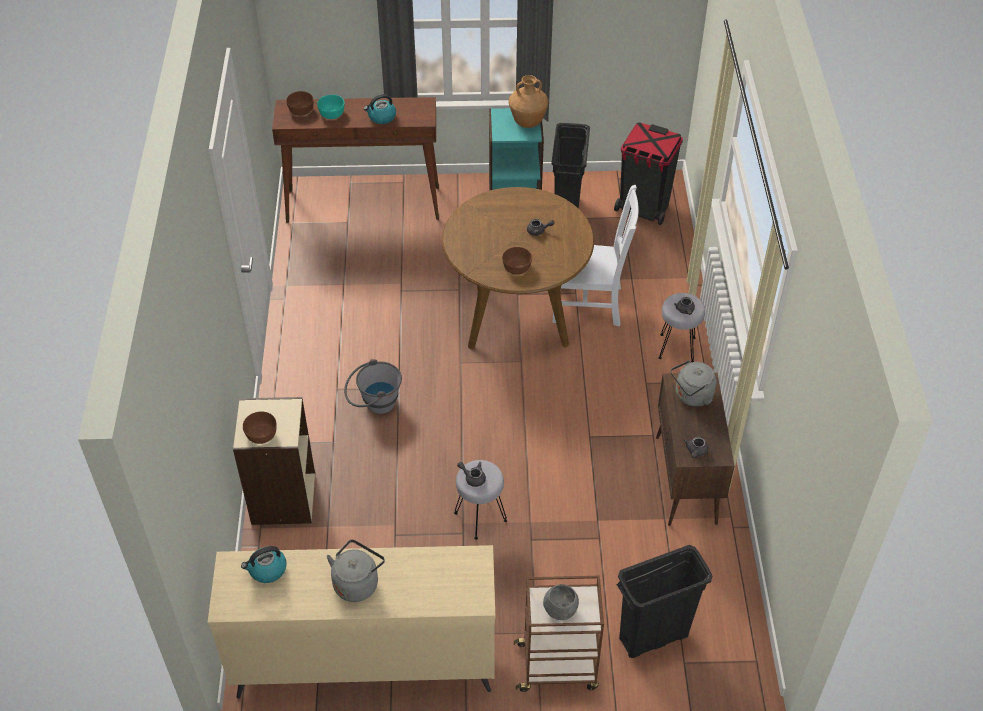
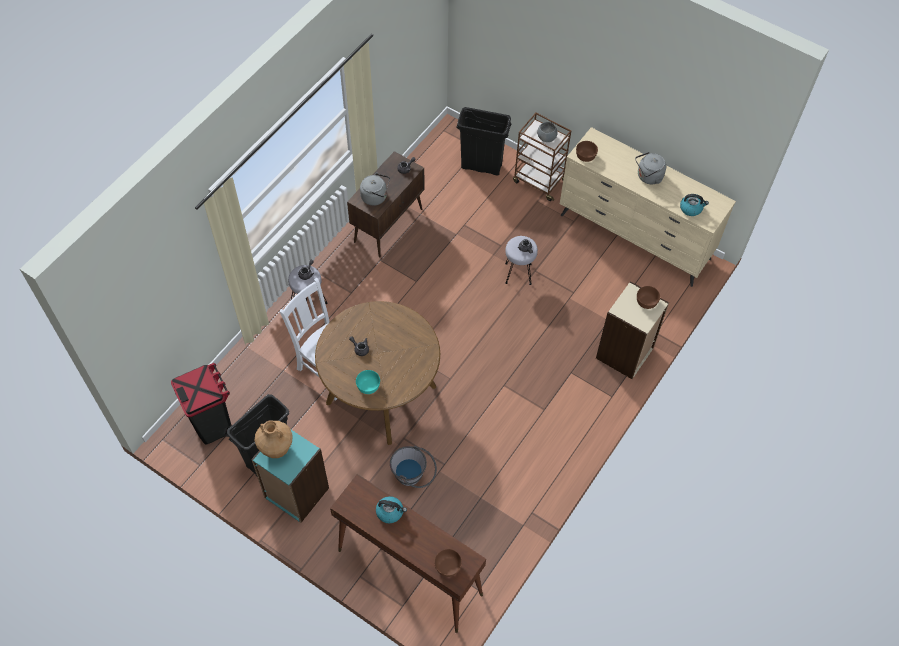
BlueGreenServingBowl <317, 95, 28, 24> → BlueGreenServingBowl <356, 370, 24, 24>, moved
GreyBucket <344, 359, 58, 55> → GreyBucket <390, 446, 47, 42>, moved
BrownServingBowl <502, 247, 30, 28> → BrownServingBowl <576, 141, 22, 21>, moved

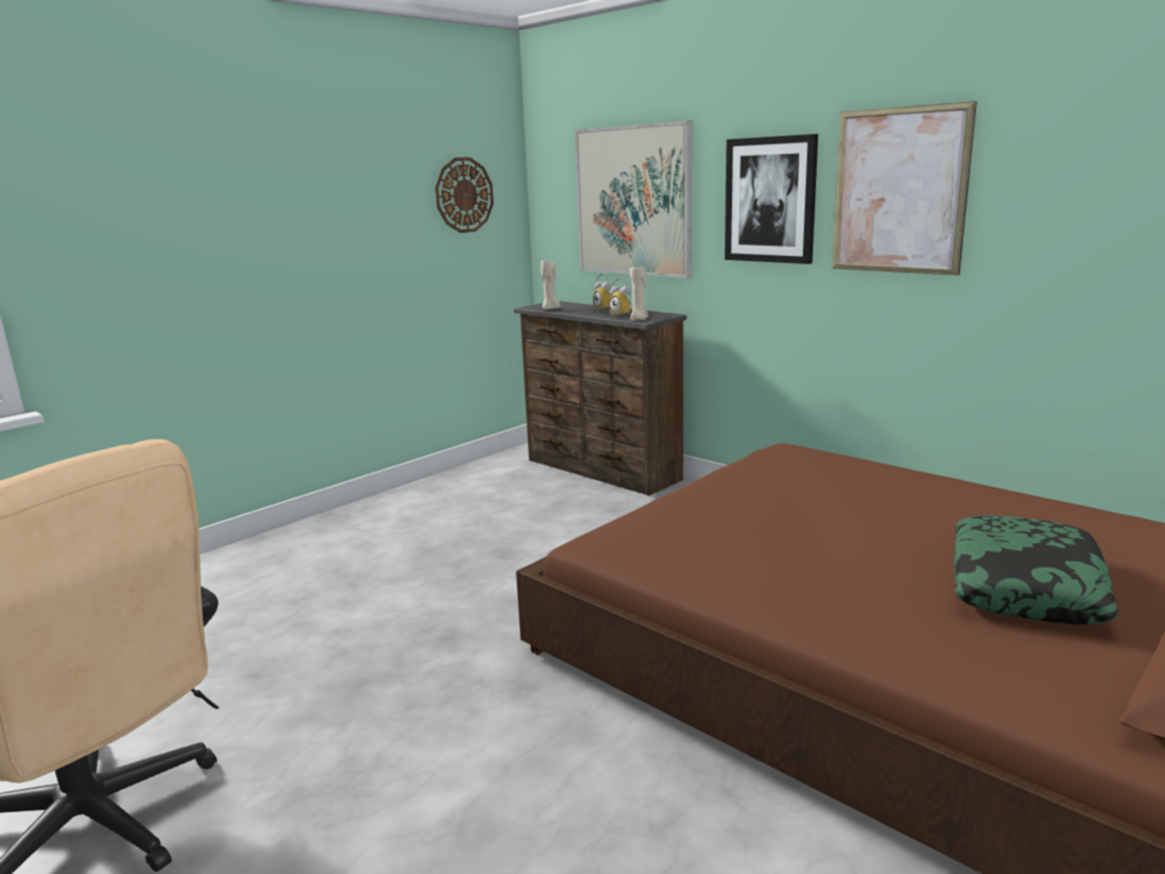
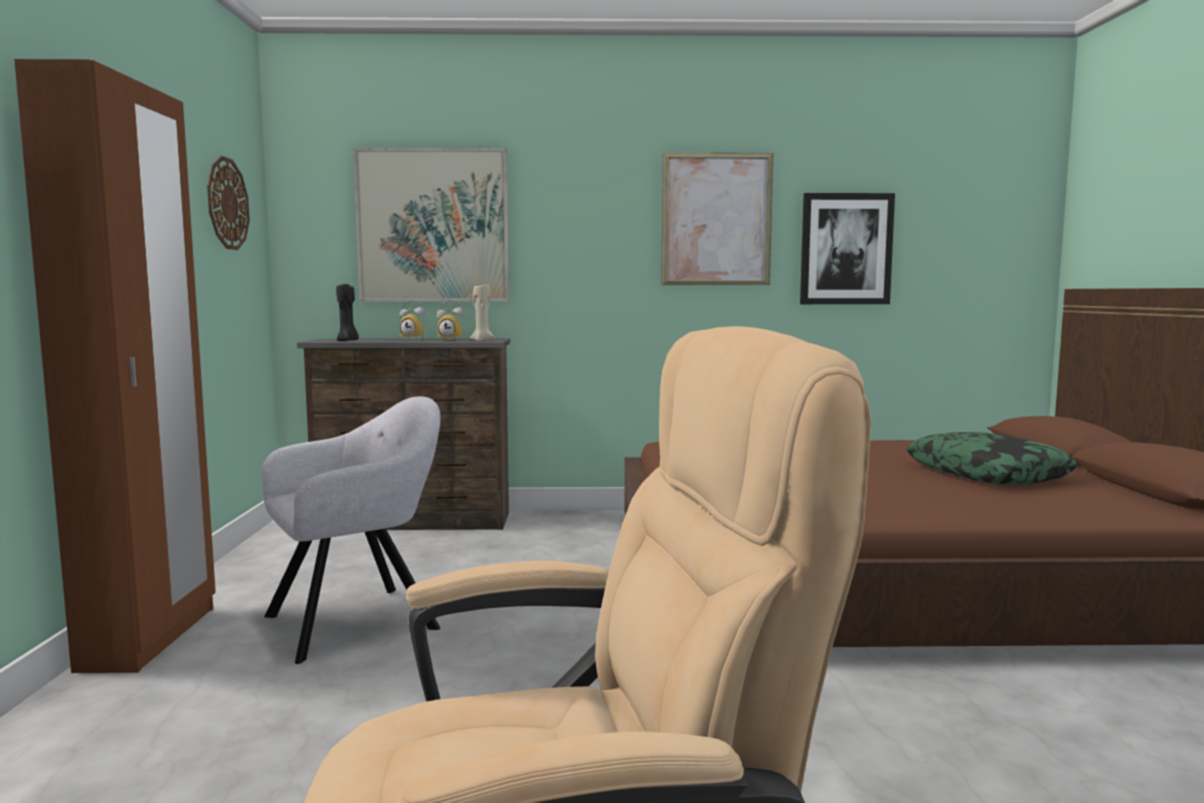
- → BrownArmoire <14, 59, 202, 614>
- → GreyLoungeChair <261, 396, 180, 268>
BeigeWaxCandle <541, 261, 20, 48> → BlackishWaxCandle <336, 284, 23, 57>
Picture <725, 134, 93, 130> → Picture <800, 193, 95, 111>, moved

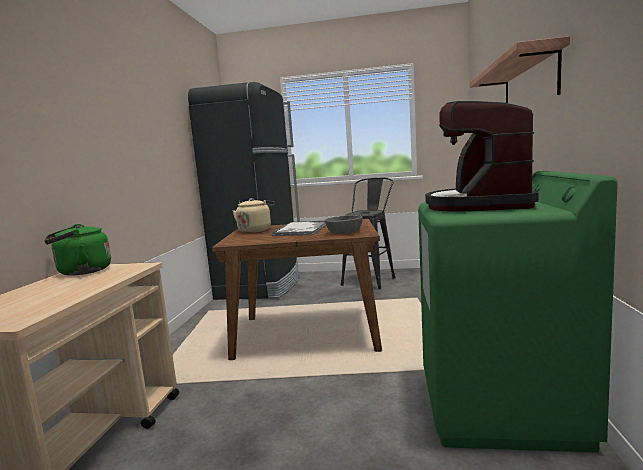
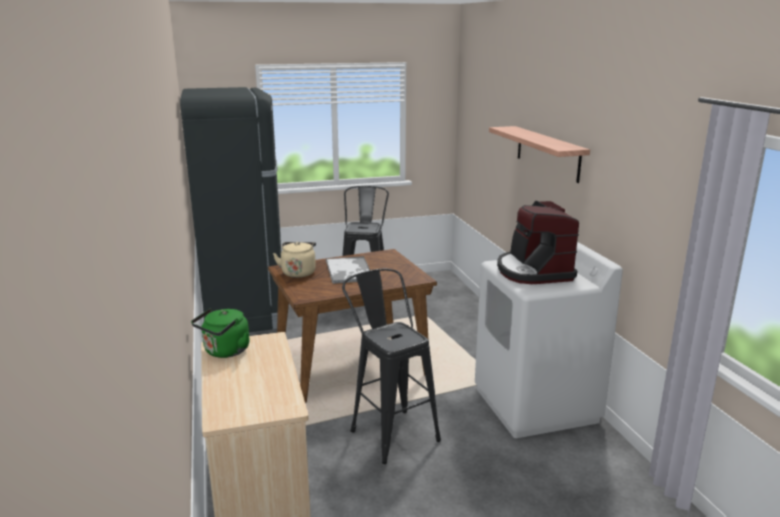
- → BlackishStoolSeat <342, 269, 99, 195>
GreenLaundryMachine <418, 171, 200, 282> → WhiteColouredLaundryMachine <475, 242, 148, 196>
GreyServingBowl <325, 215, 38, 19> → -

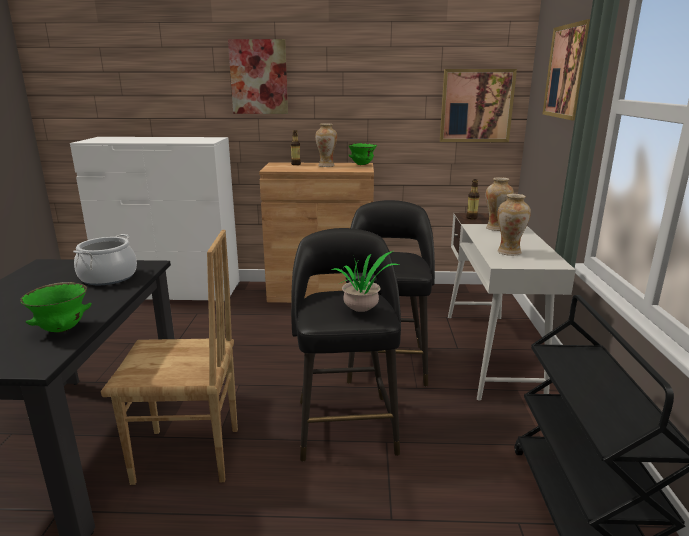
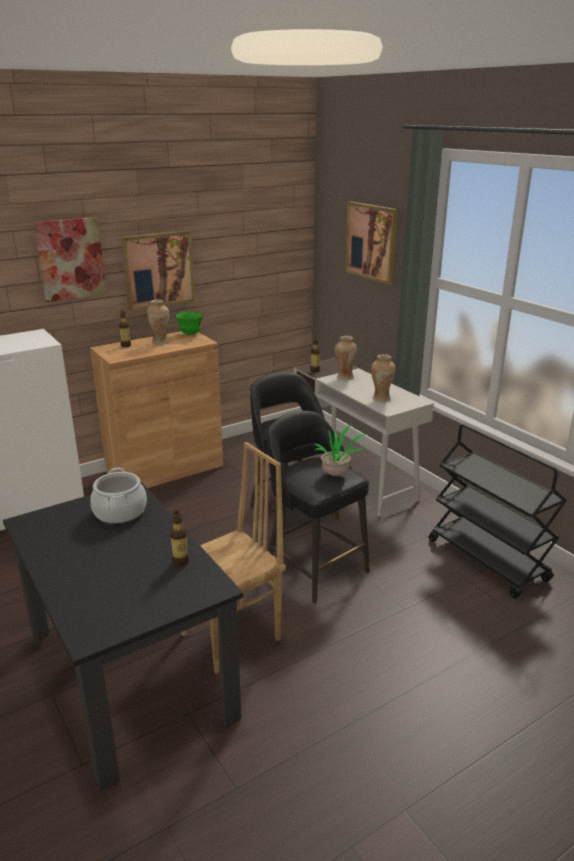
Picture <440, 69, 77, 73> → Picture <121, 230, 74, 81>, moved
GreenServingBowl <20, 282, 72, 51> → BeverageBottle <170, 511, 19, 55>

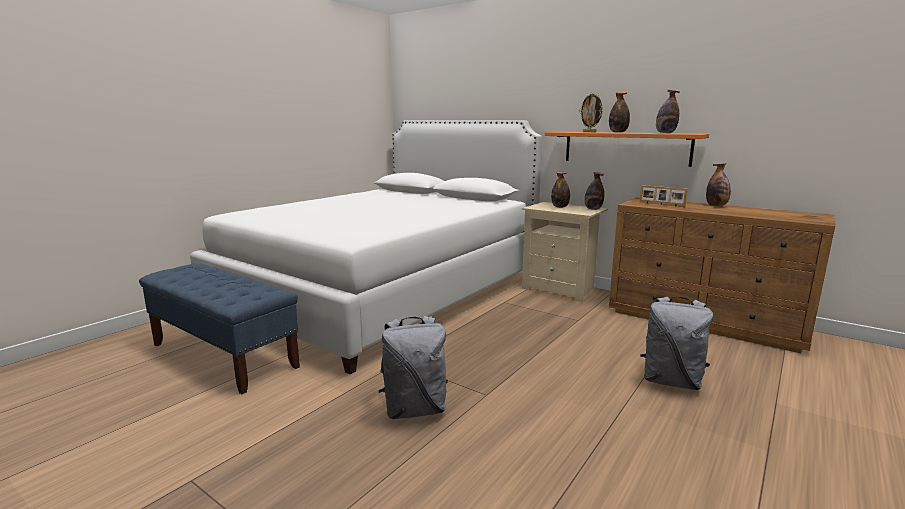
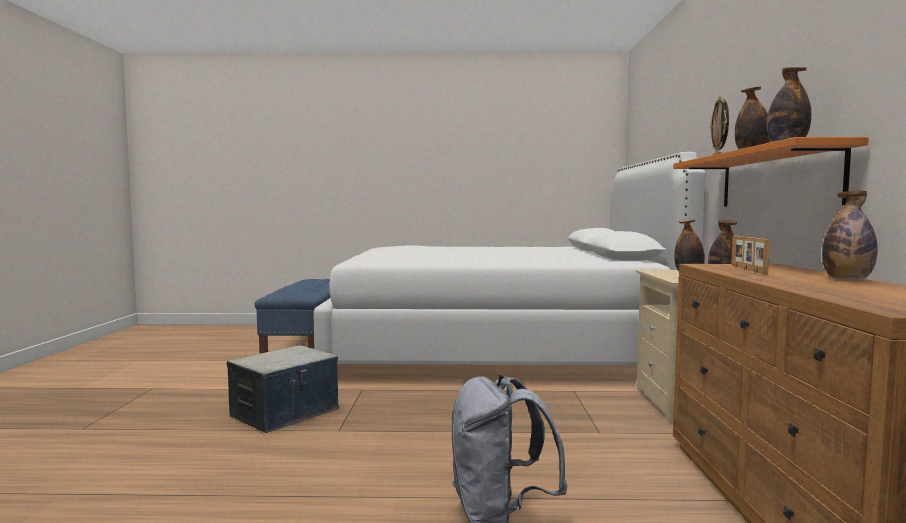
GreyRucksack <379, 316, 69, 103> → StorageContainer <226, 345, 113, 88>

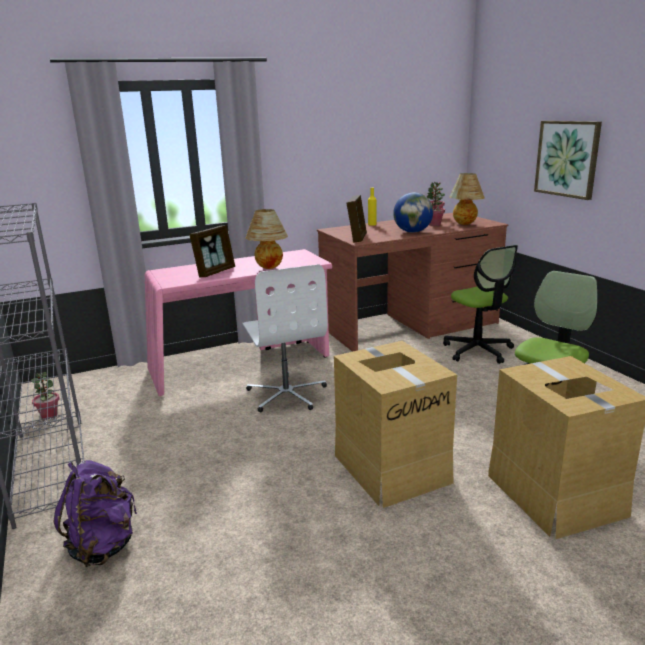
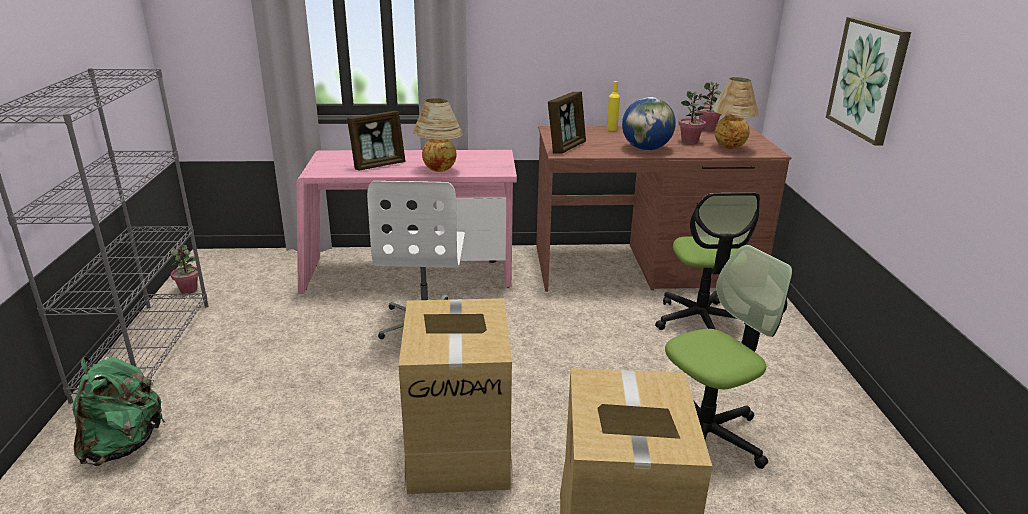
PurpleColouredRucksack <53, 460, 84, 107> → GreenRucksack <72, 356, 93, 110>

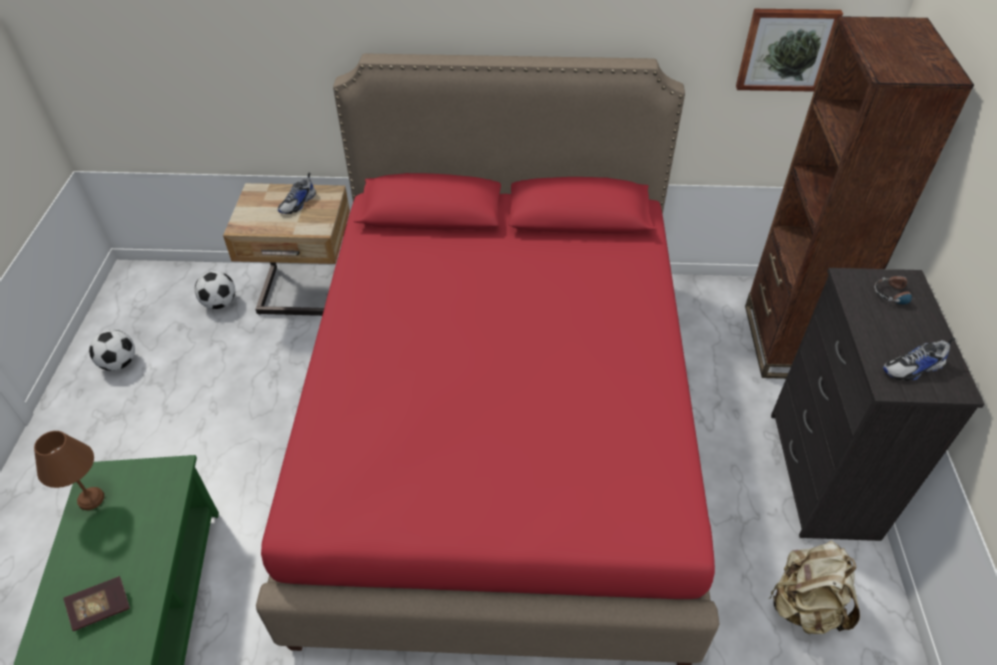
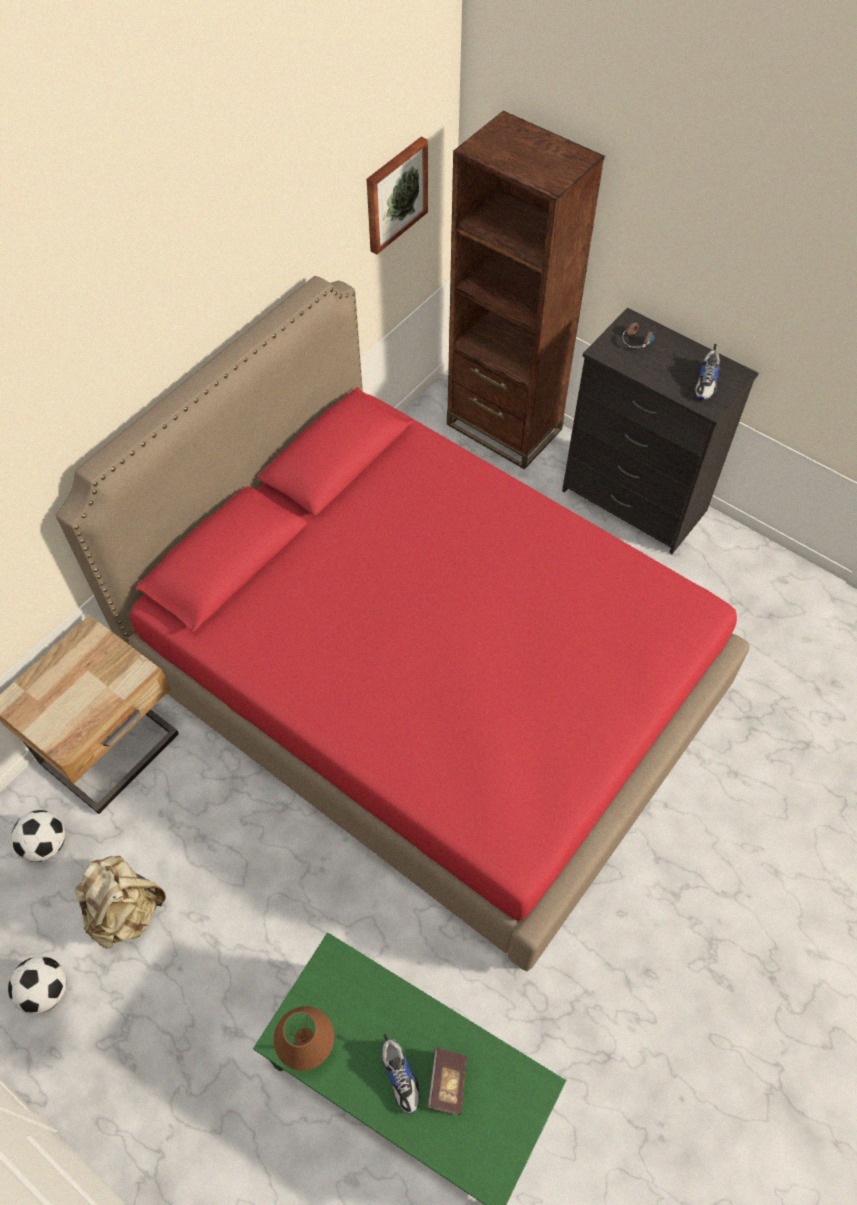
BeigeRucksack <768, 540, 92, 94> → BeigeRucksack <75, 856, 91, 93>, moved
LowShoe <278, 173, 38, 41> → LowShoe <381, 1034, 38, 80>, moved

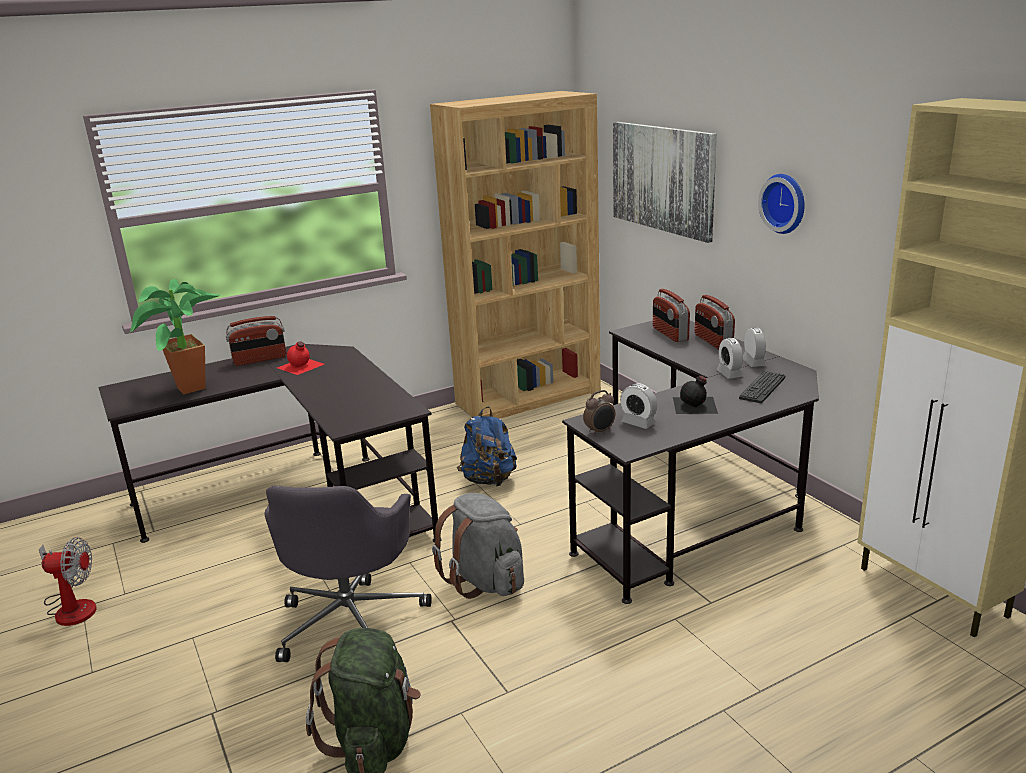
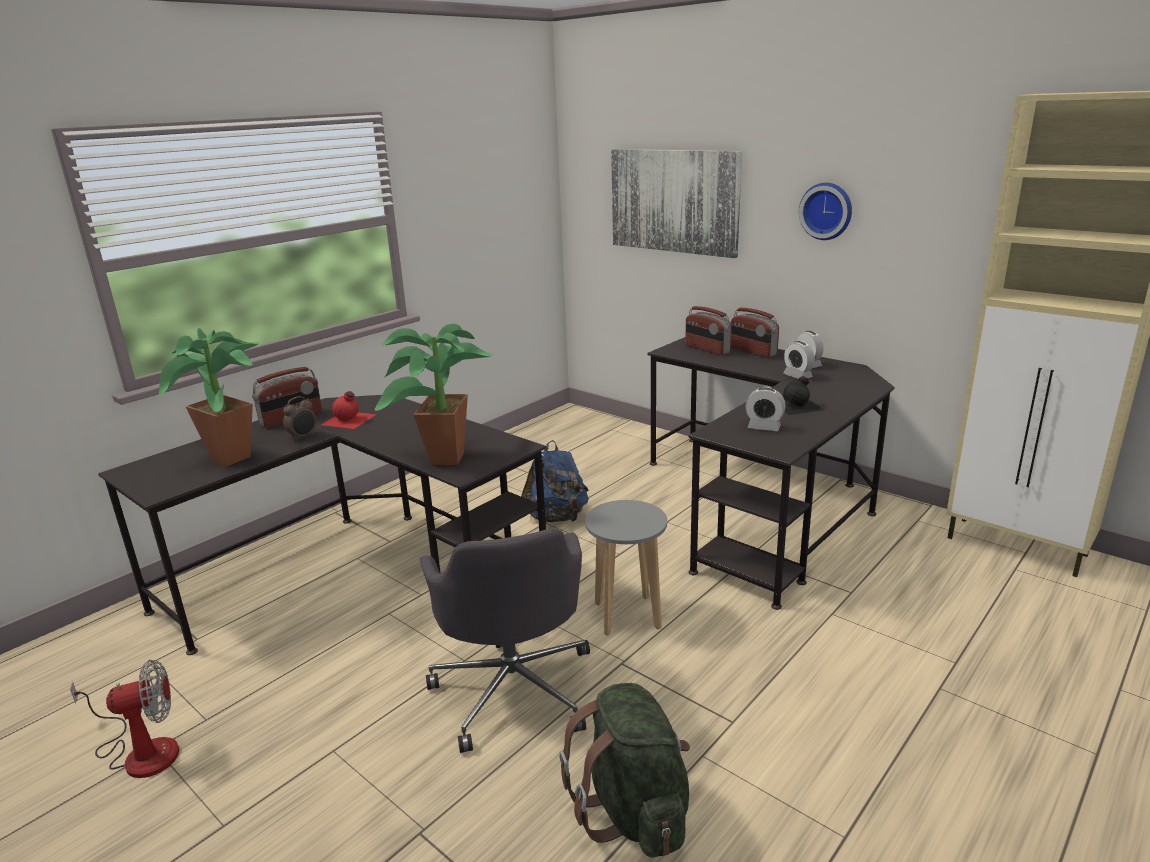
TableClock <583, 390, 32, 45> → TableClock <283, 396, 33, 45>, moved
- → Houseplant <375, 324, 119, 141>
GreyRucksack <432, 493, 92, 106> → GreyStoolSeat <585, 500, 82, 136>
BrownBookcase <430, 91, 171, 328> → -
Keyboard <739, 371, 46, 32> → -

